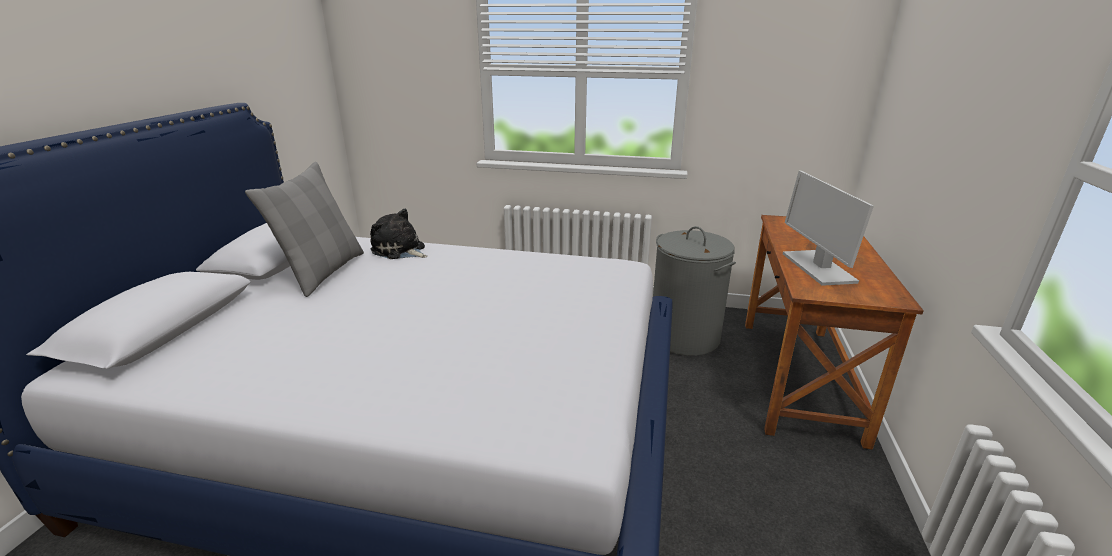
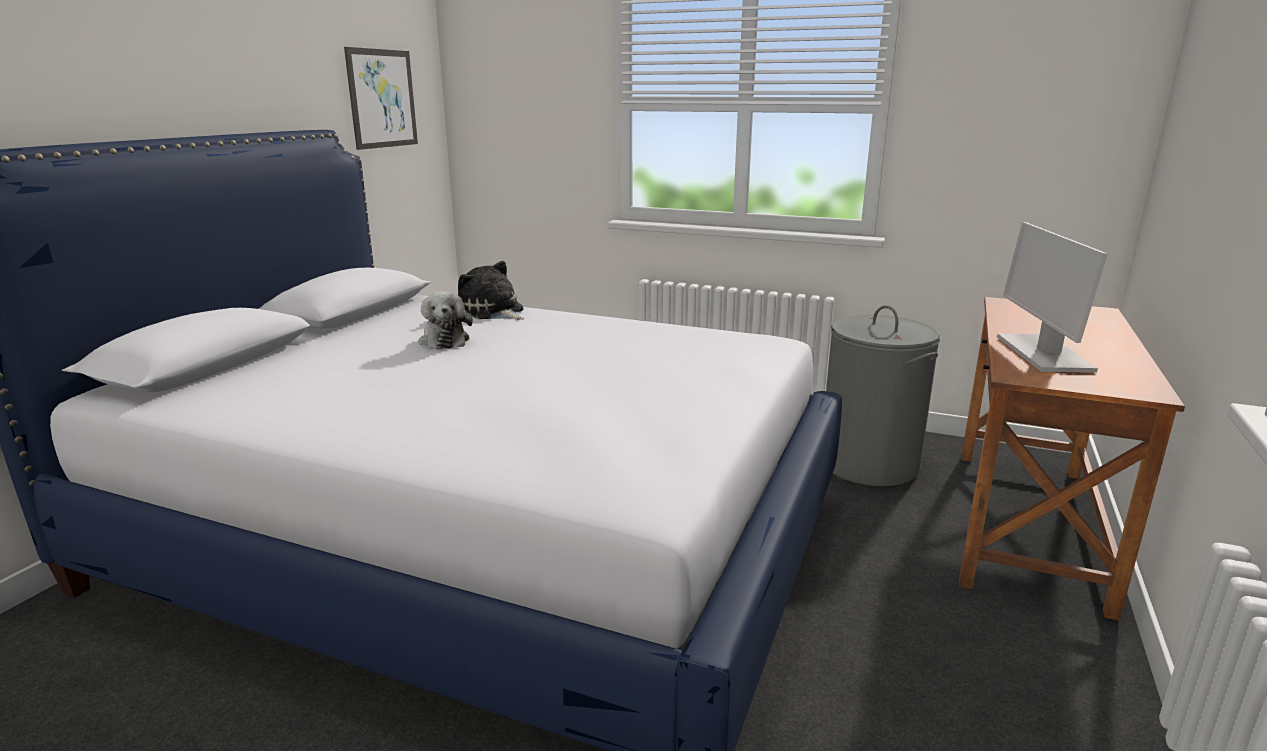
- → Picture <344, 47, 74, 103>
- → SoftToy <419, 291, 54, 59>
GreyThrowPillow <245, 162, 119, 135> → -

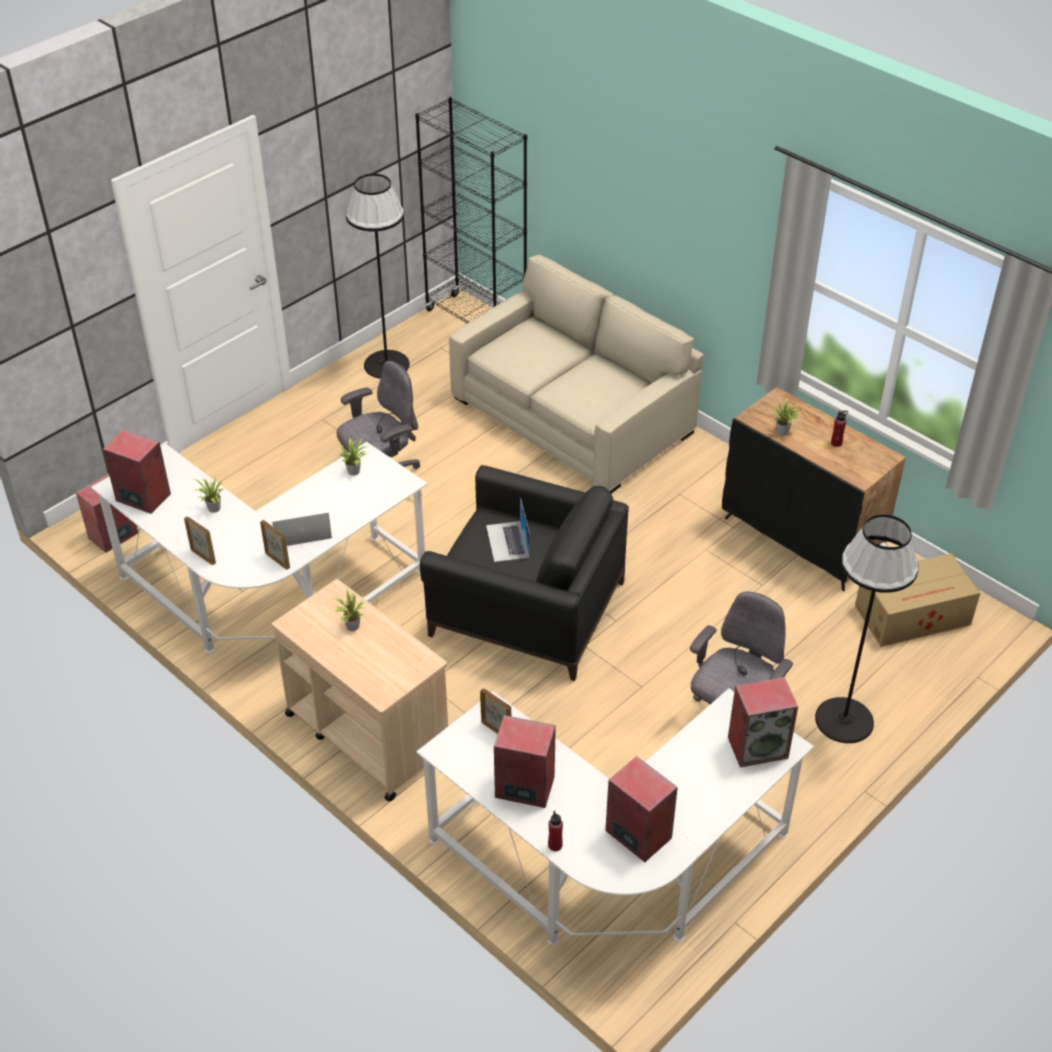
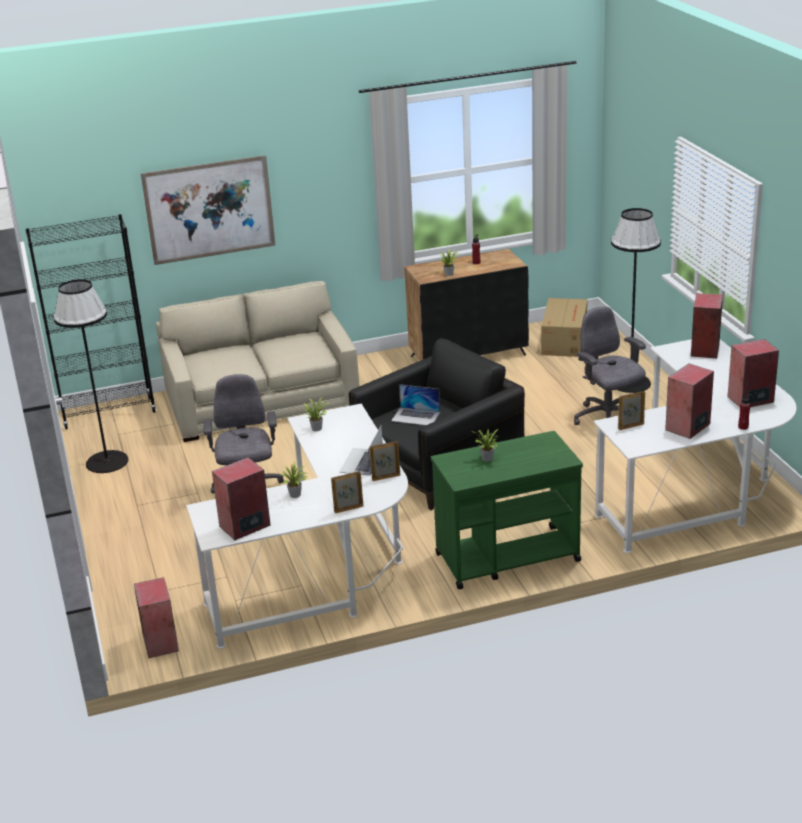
- → Picture <141, 155, 134, 110>
BeigeCart <272, 579, 176, 223> → GreenCart <431, 431, 152, 158>

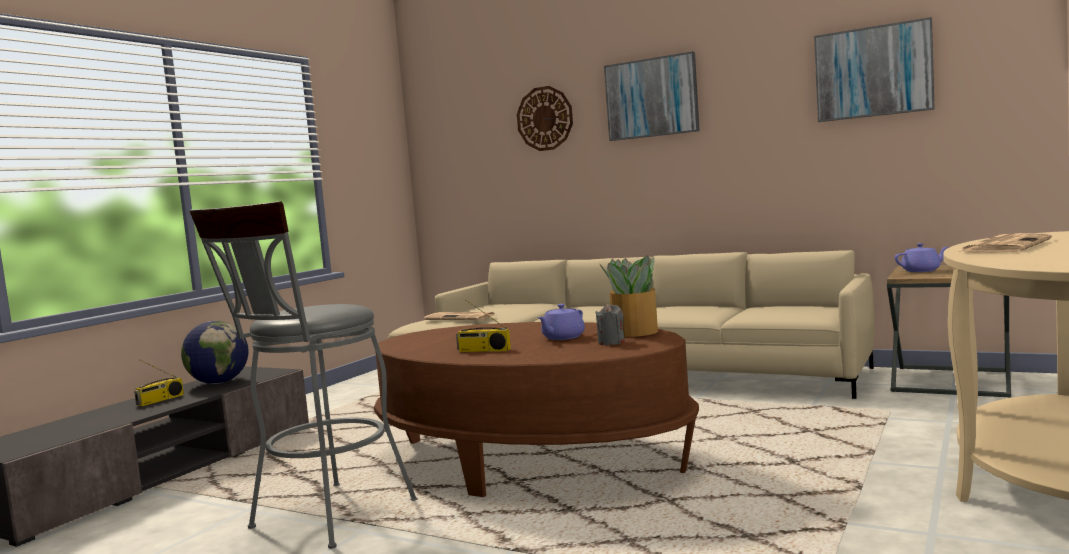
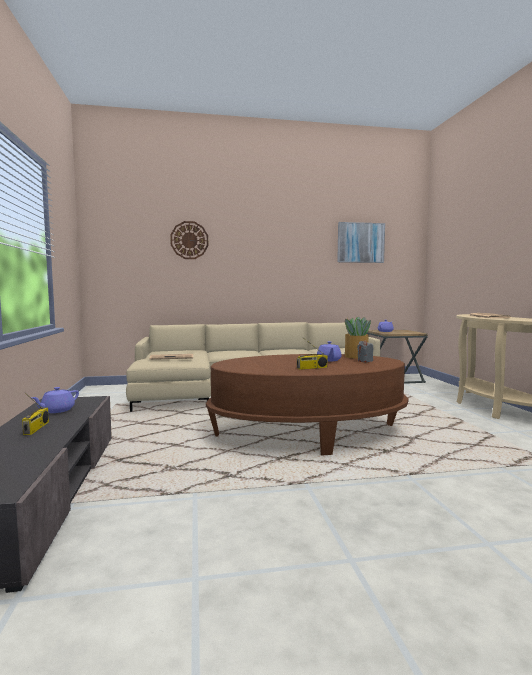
WorldGlobe <181, 321, 68, 63> → PurpleColouredTeapot <31, 387, 48, 26>
GreyStoolSeat <189, 201, 229, 348> → -
Picture <604, 51, 96, 90> → -

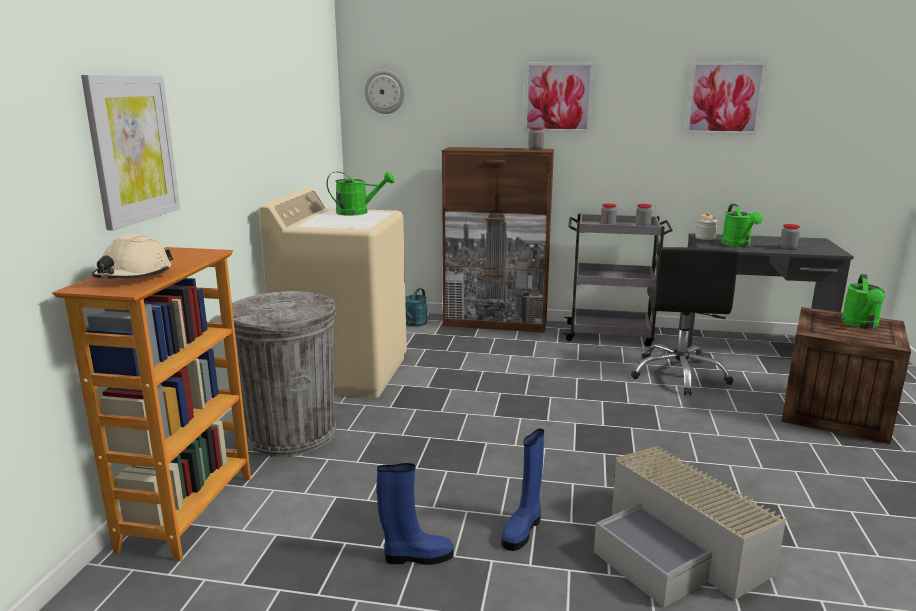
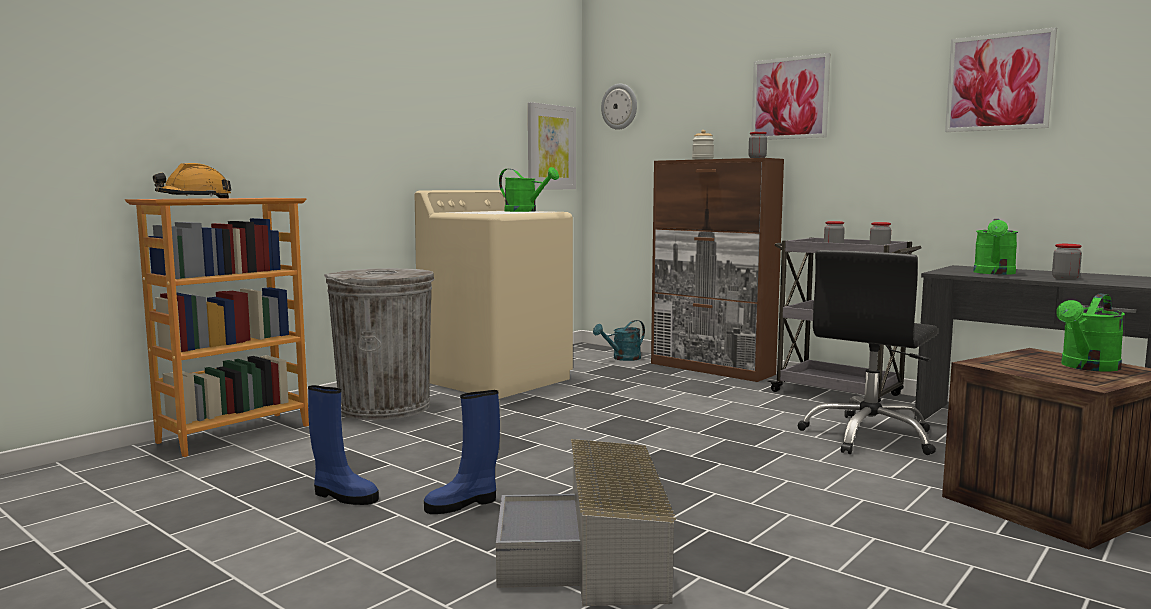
BeigeSafetyHelmet <92, 234, 81, 45> → OrangeySafetyHelmet <153, 163, 78, 35>
Picture <81, 75, 99, 156> → Picture <528, 102, 48, 87>, moved
StorageJar <695, 212, 23, 28> → StorageJar <692, 130, 22, 30>, moved

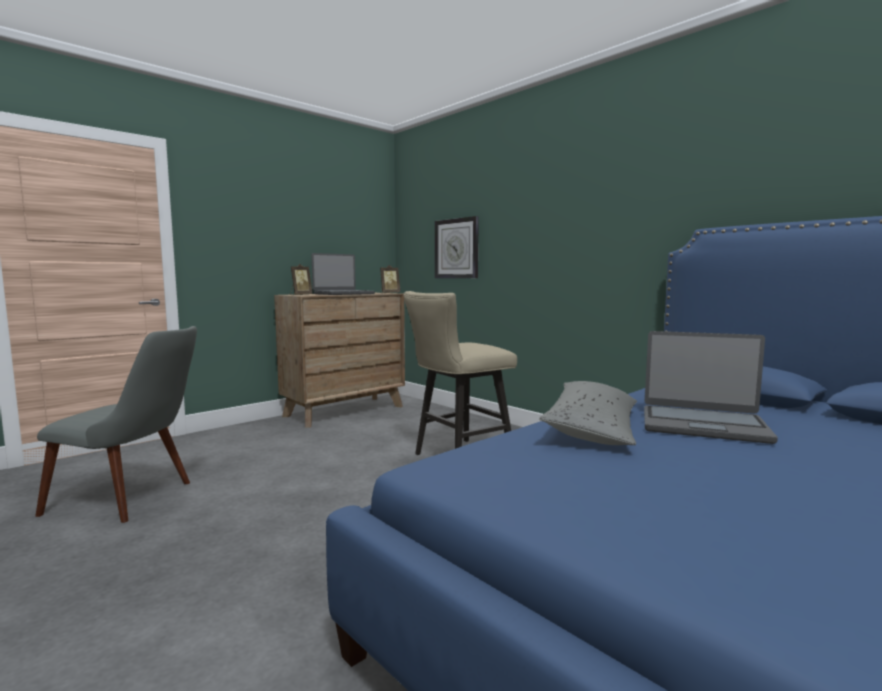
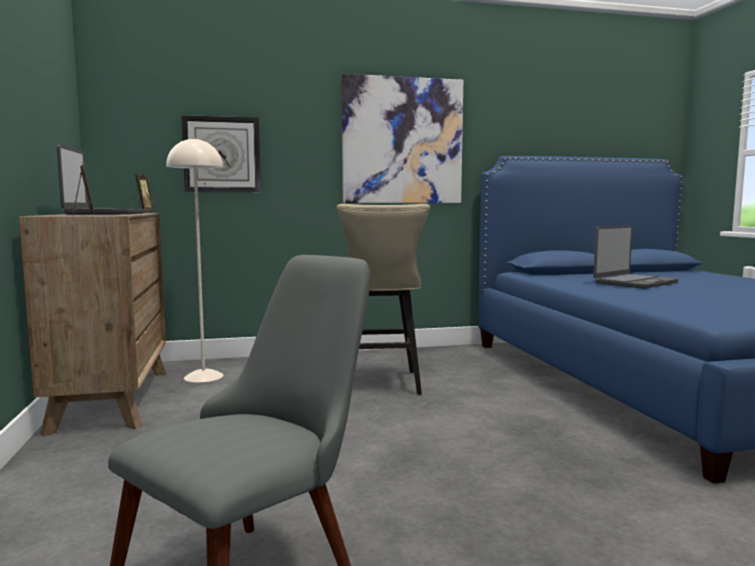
- → BeigeStandingLamp <166, 137, 58, 246>
- → Picture <342, 74, 121, 129>
GreyThrowPillow <539, 381, 98, 64> → -

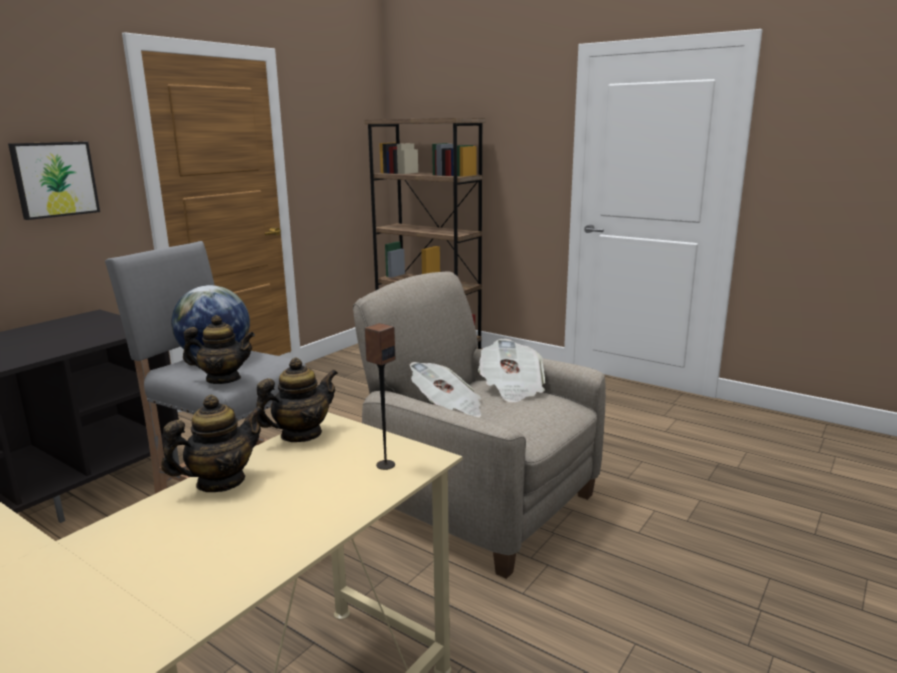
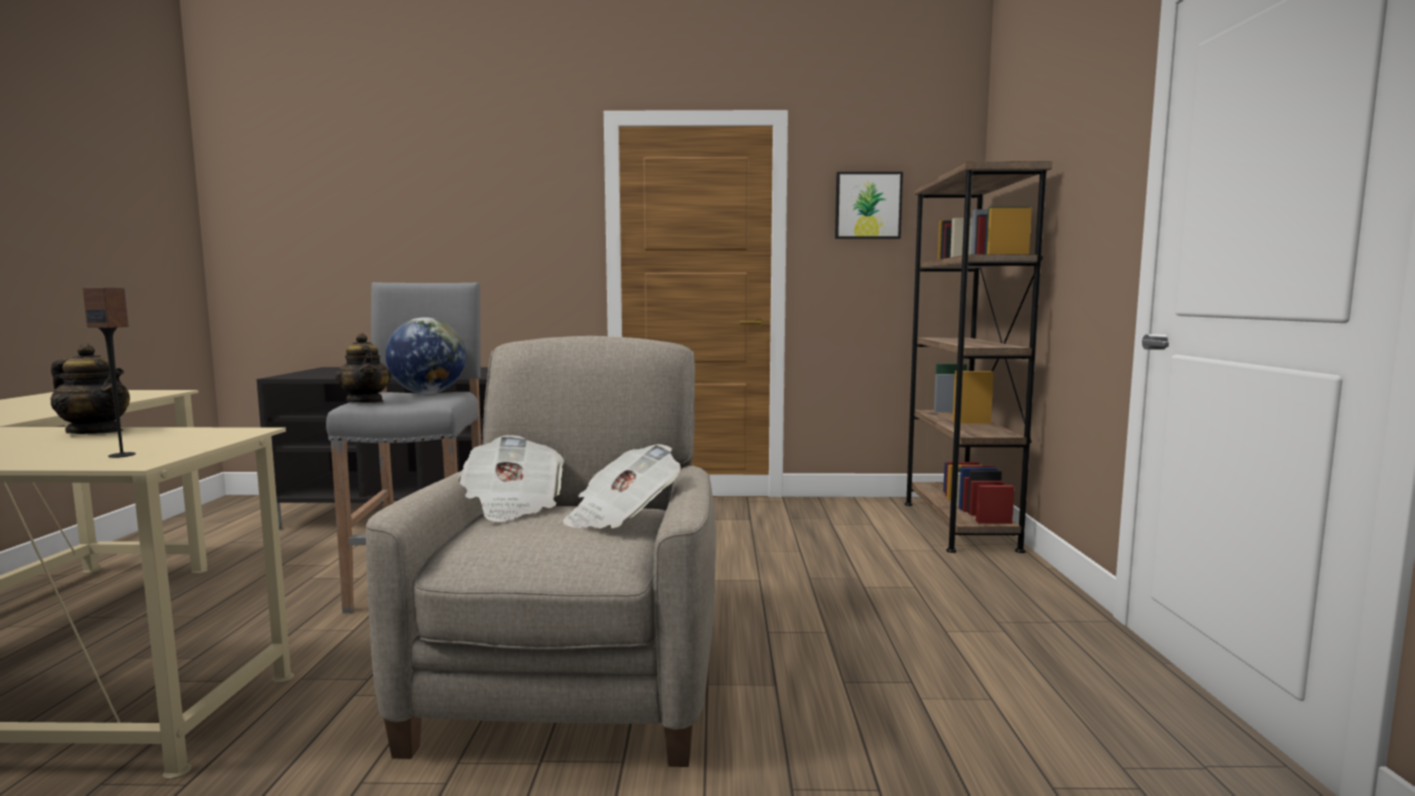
Picture <8, 142, 92, 78> → Picture <835, 172, 68, 67>, moved
Teapot <256, 357, 82, 85> → -

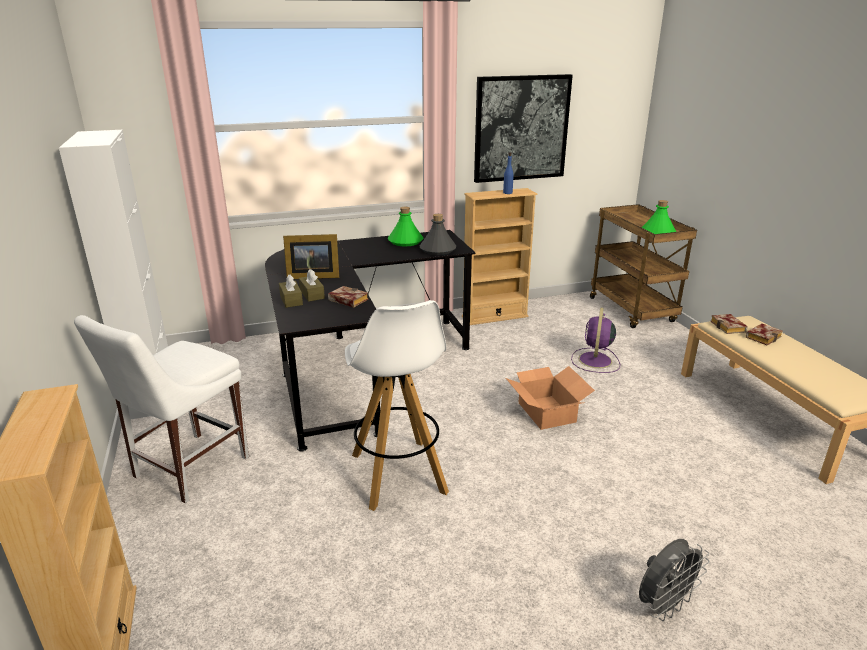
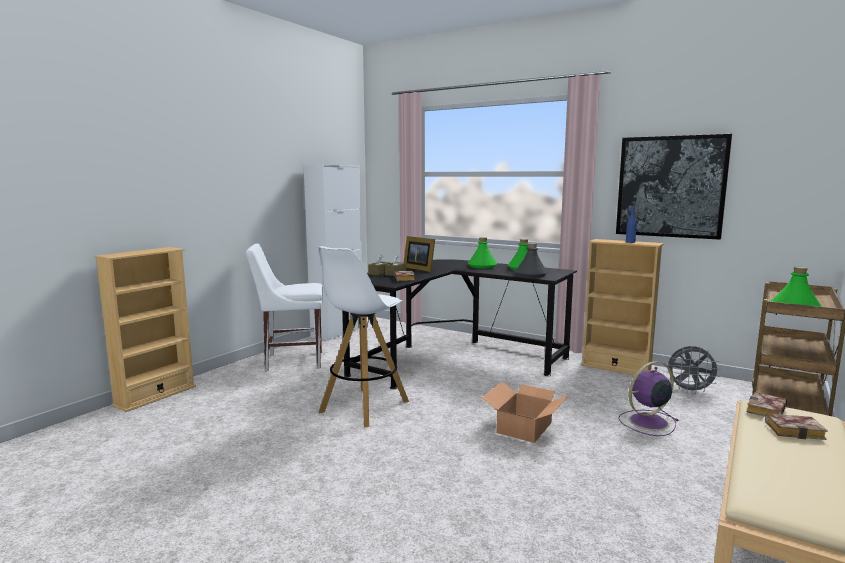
- → GreenBeverageBottle <468, 237, 29, 32>
GreyElectricFan <639, 539, 70, 82> → GreyElectricFan <666, 346, 55, 48>, moved

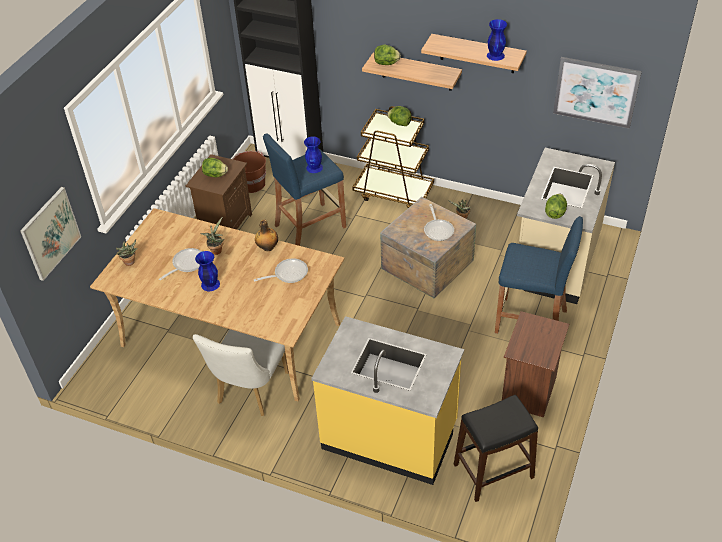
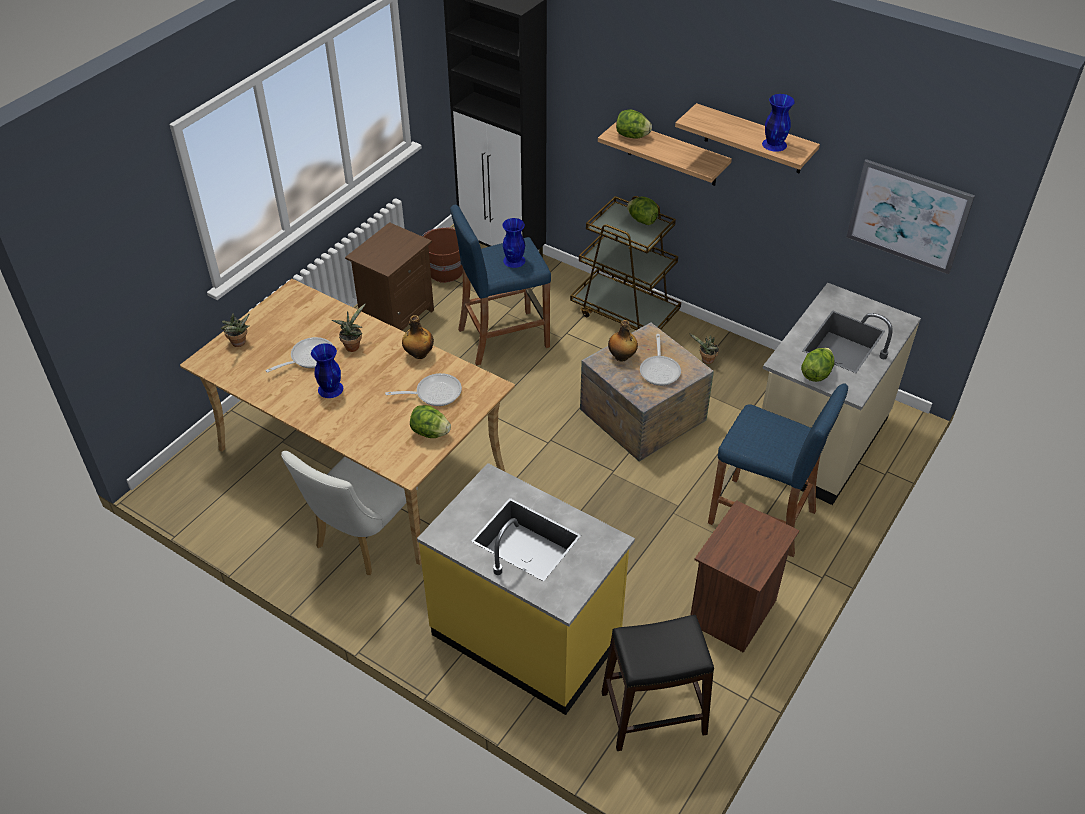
HeadOfLettuce <202, 158, 26, 19> → HeadOfLettuce <410, 405, 41, 33>, moved
- → BeverageBottle <608, 320, 30, 42>
Picture <20, 187, 61, 94> → -

